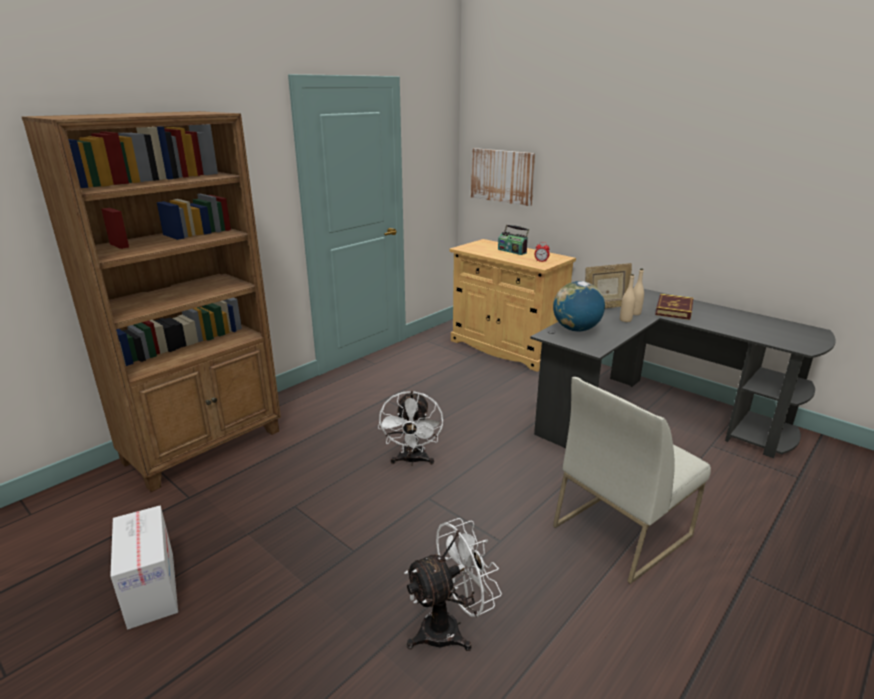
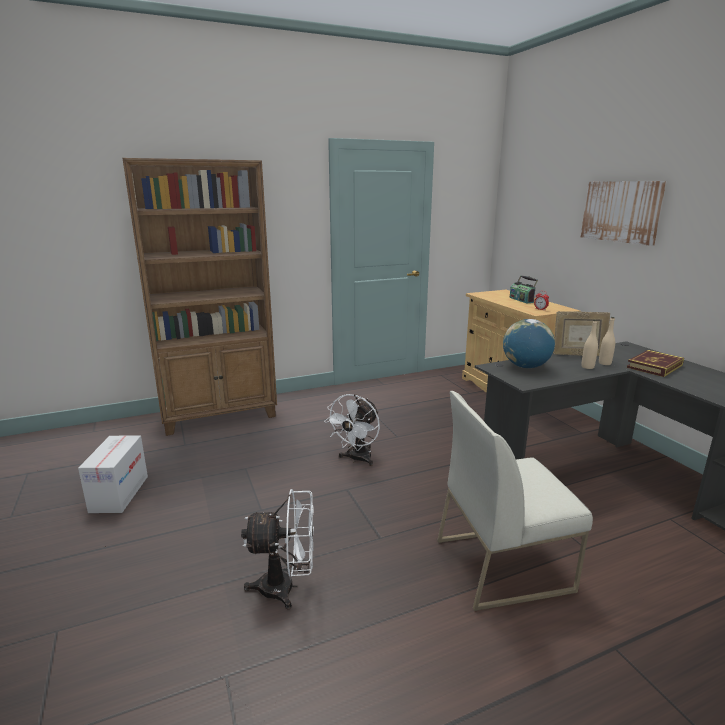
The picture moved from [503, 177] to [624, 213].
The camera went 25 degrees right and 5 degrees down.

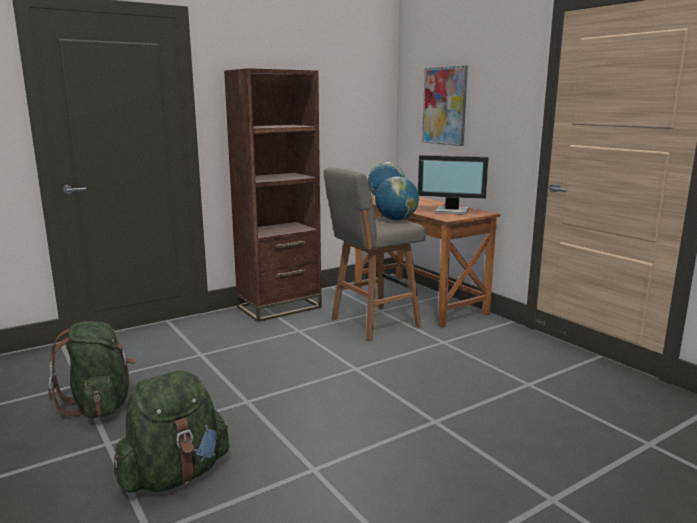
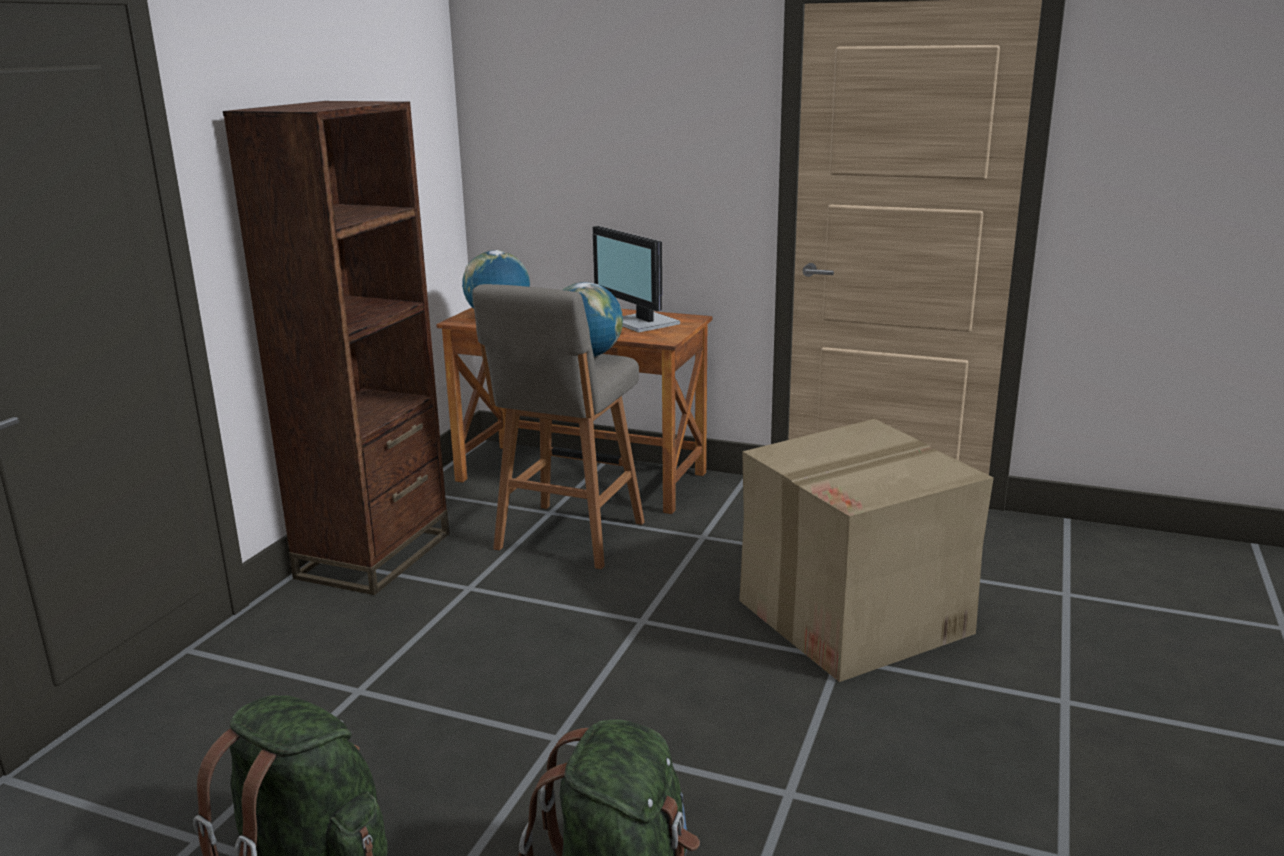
The monitor at [453, 185] turned 75 degrees clockwise.
The picture at [445, 106] disappeared.
The cardboard box at [866, 550] appeared.
The camera went 35 degrees left and 5 degrees up.

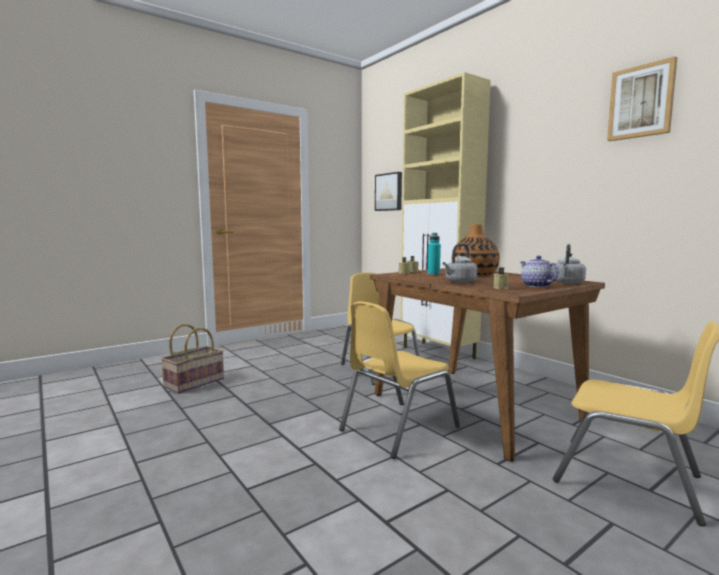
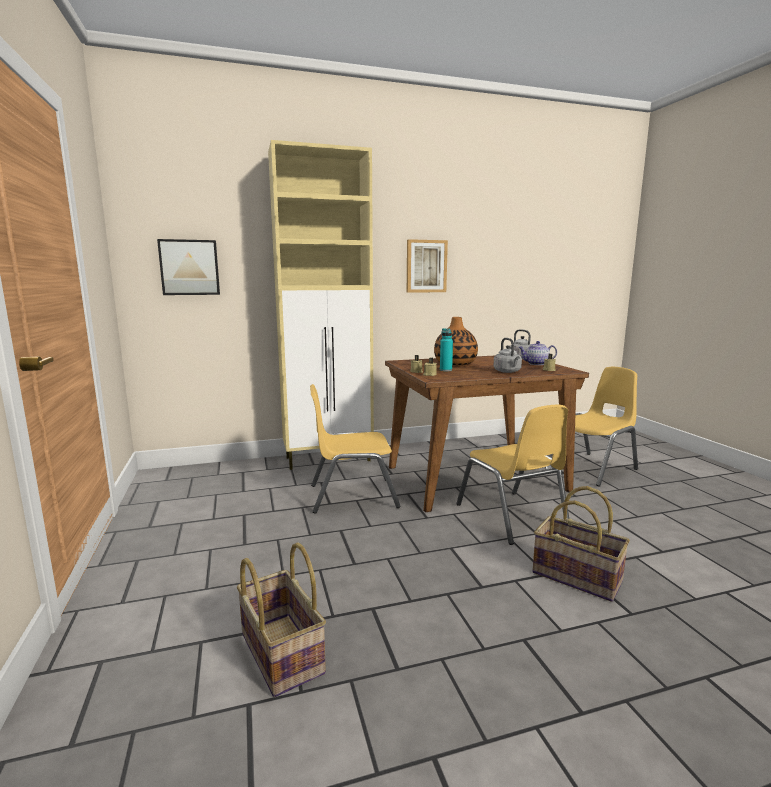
The picture moved from [642, 98] to [427, 266].
The basket at [581, 544] appeared.
The camera went 70 degrees left and 5 degrees up.

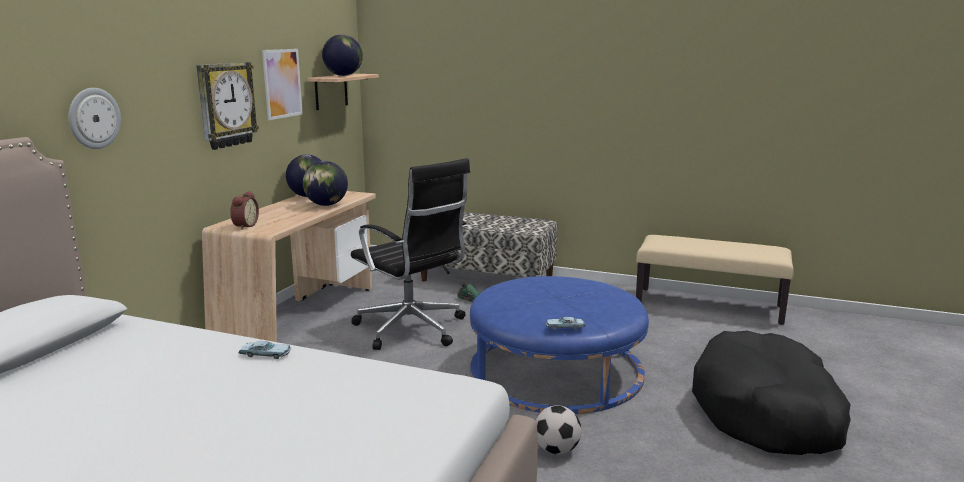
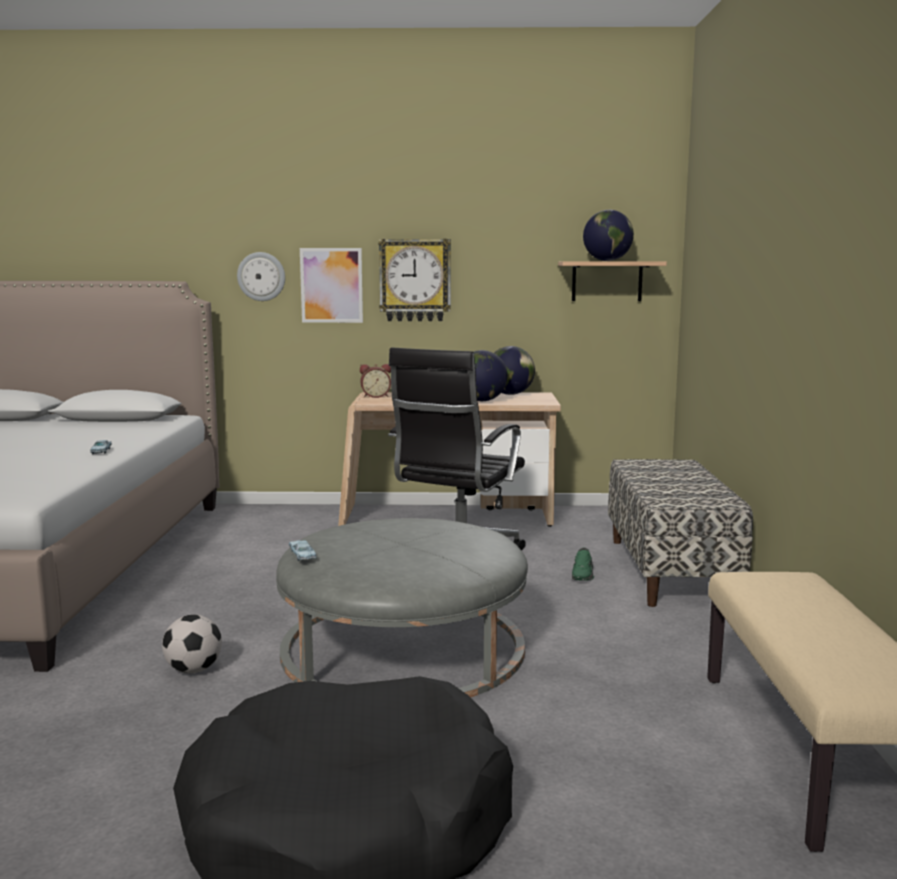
The picture moved from [282, 84] to [331, 285].
The ottoman in blue at [559, 345] became the ottoman in grey at [402, 607].
The camera went 70 degrees right and 5 degrees down.

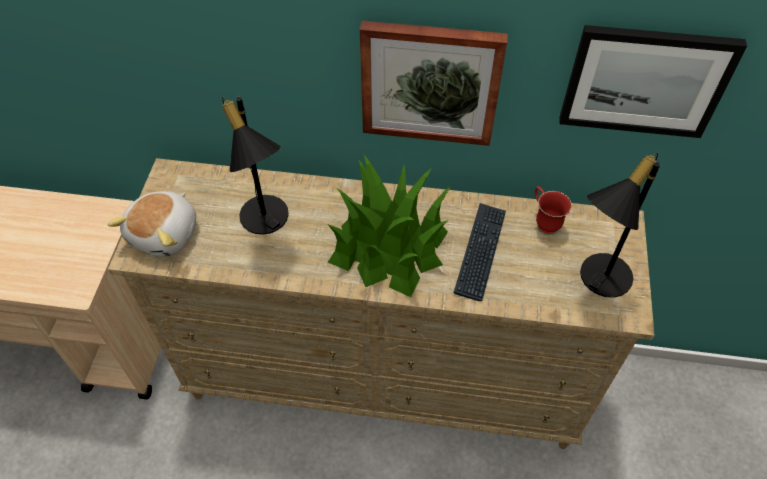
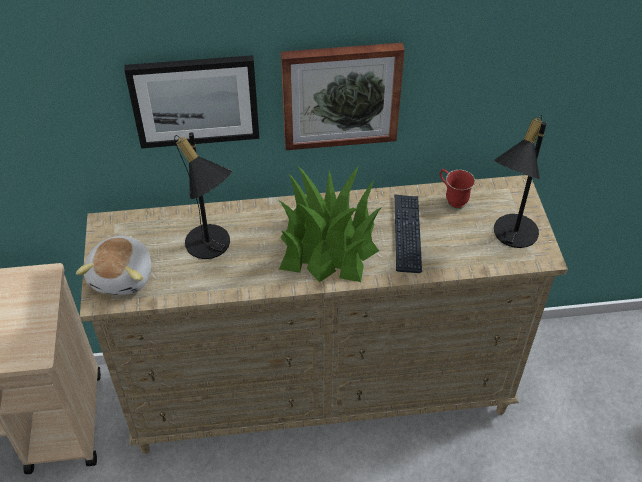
The picture moved from [653, 81] to [191, 102].
The camera went 15 degrees left and 5 degrees down.

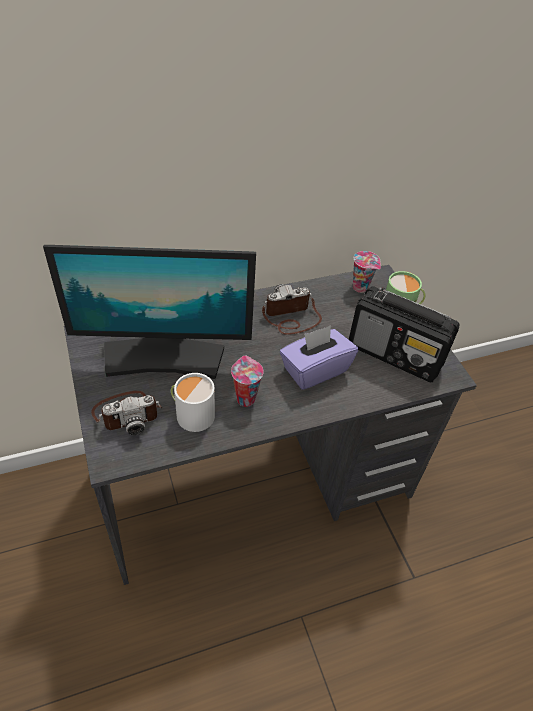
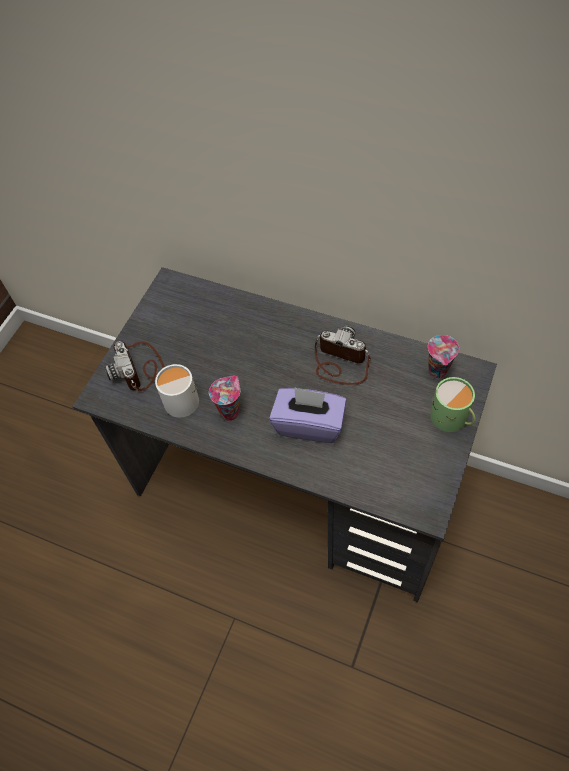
The monitor at [149, 312] disappeared.
The photo camera at [127, 413] turned 45 degrees clockwise.
The radio at [404, 334] disappeared.
The camera went 50 degrees right and 10 degrees up.

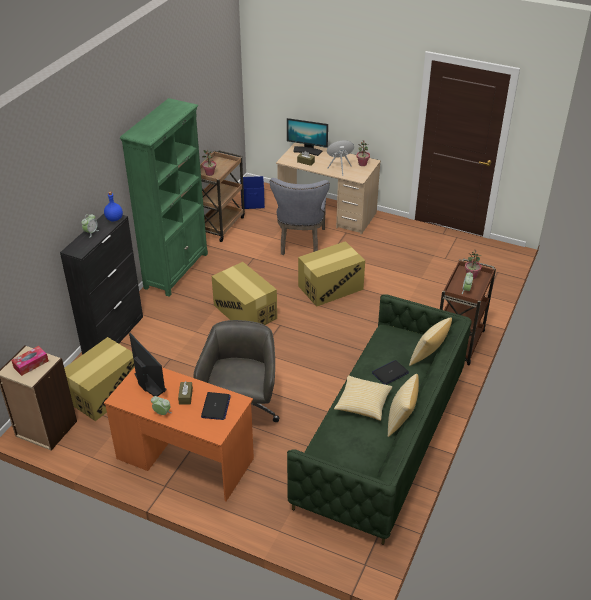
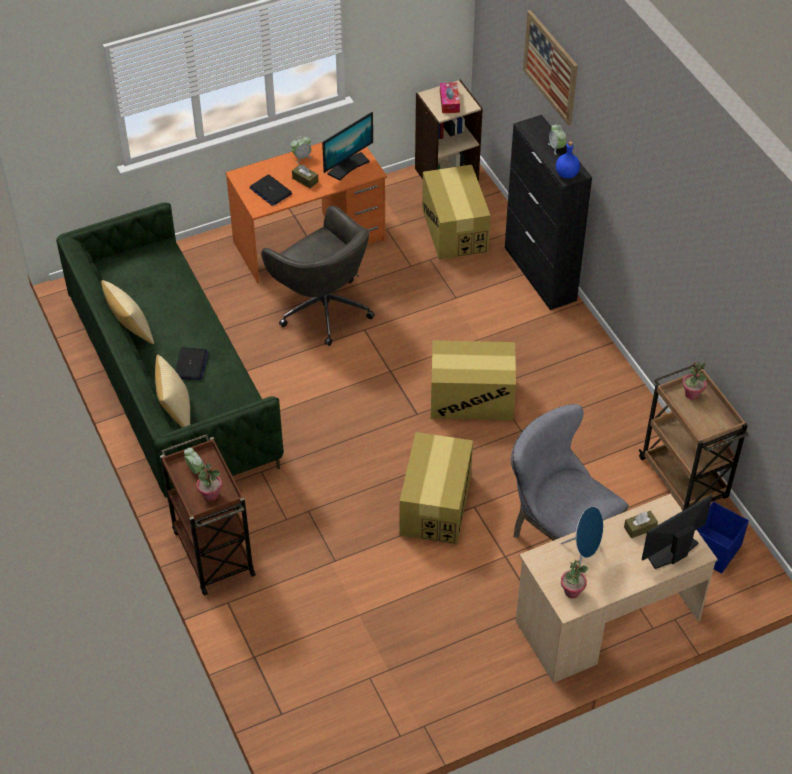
The bookcase in green at [164, 197] disappeared.
The monitor at [148, 365] turned 45 degrees counterclockwise.
The pillow at [363, 398] disappeared.
The picture at [550, 68] appeared.
The camera went 130 degrees right and 10 degrees up.

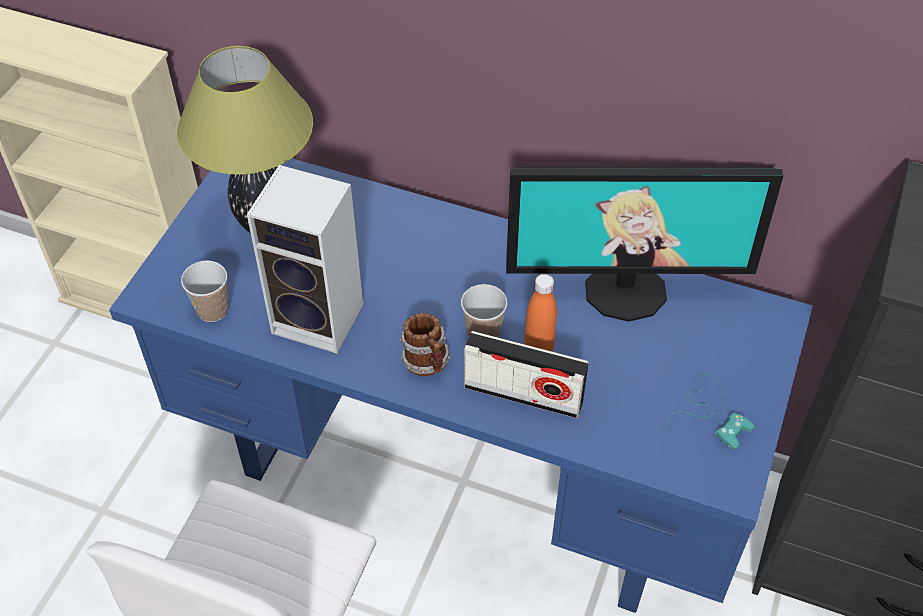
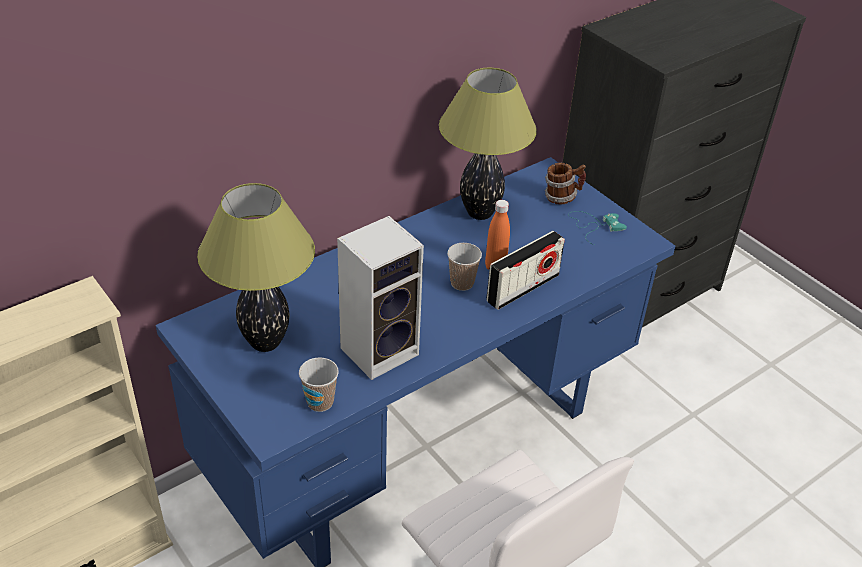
The mug moved from [425, 344] to [565, 184].
The monitor at [645, 244] was replaced by the table lamp at [488, 144].
The camera went 60 degrees left and 10 degrees down.

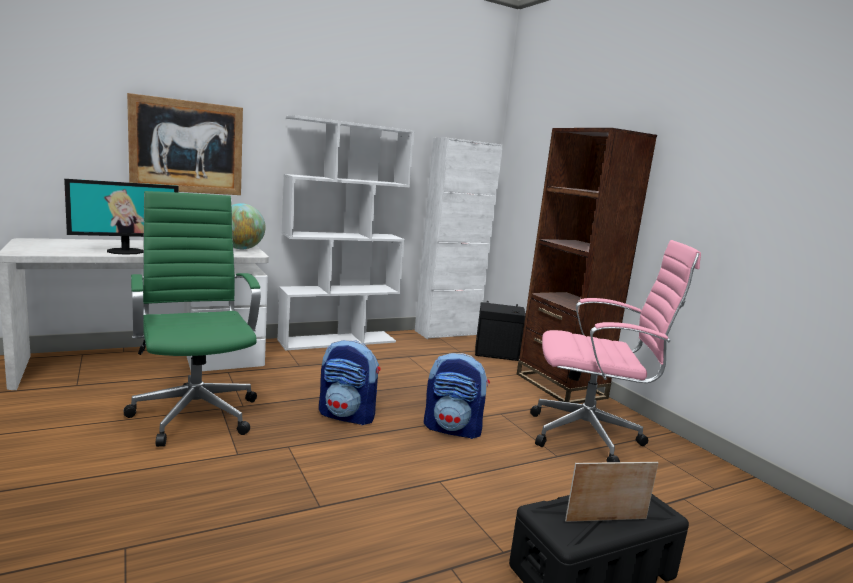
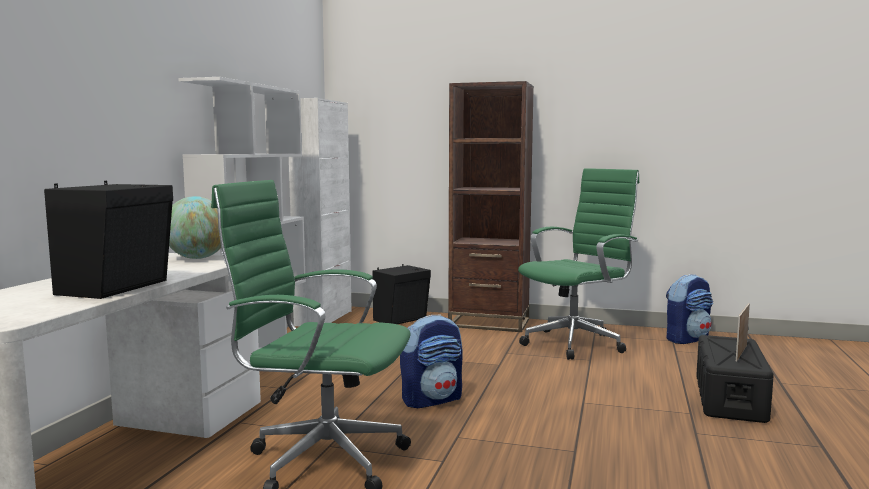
The monitor at [121, 217] was replaced by the speaker in black at [108, 240].
The picture at [185, 144] disappeared.
The backpack moved from [457, 396] to [689, 309].
The office chair in pink at [615, 351] became the office chair in green at [578, 264].
The camera went 45 degrees left and 5 degrees down.

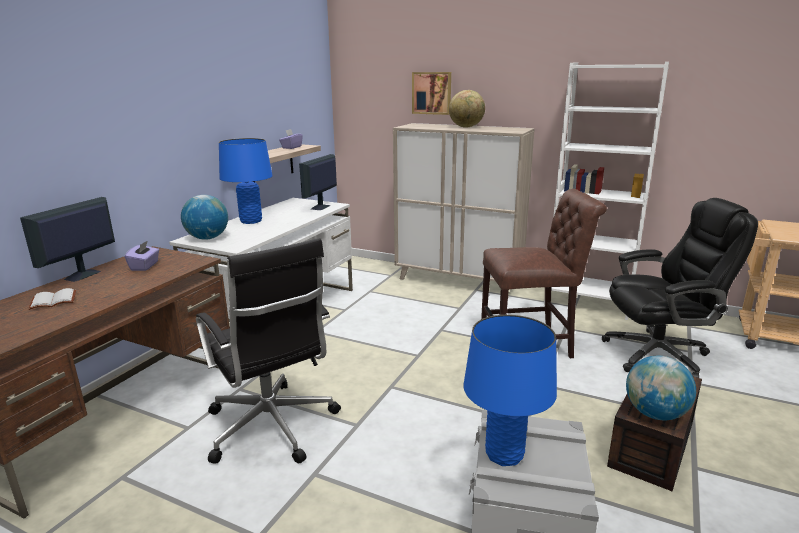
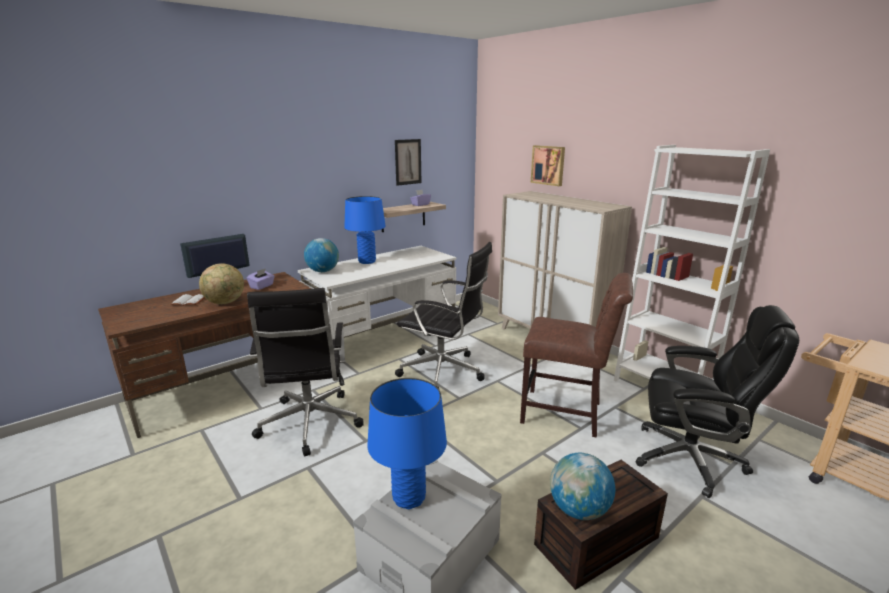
The monitor at [318, 182] disappeared.
The globe moved from [467, 108] to [221, 283].
The picture at [408, 162] appeared.
The office chair in black at [443, 315] appeared.
The camera went 25 degrees right and 0 degrees up.

